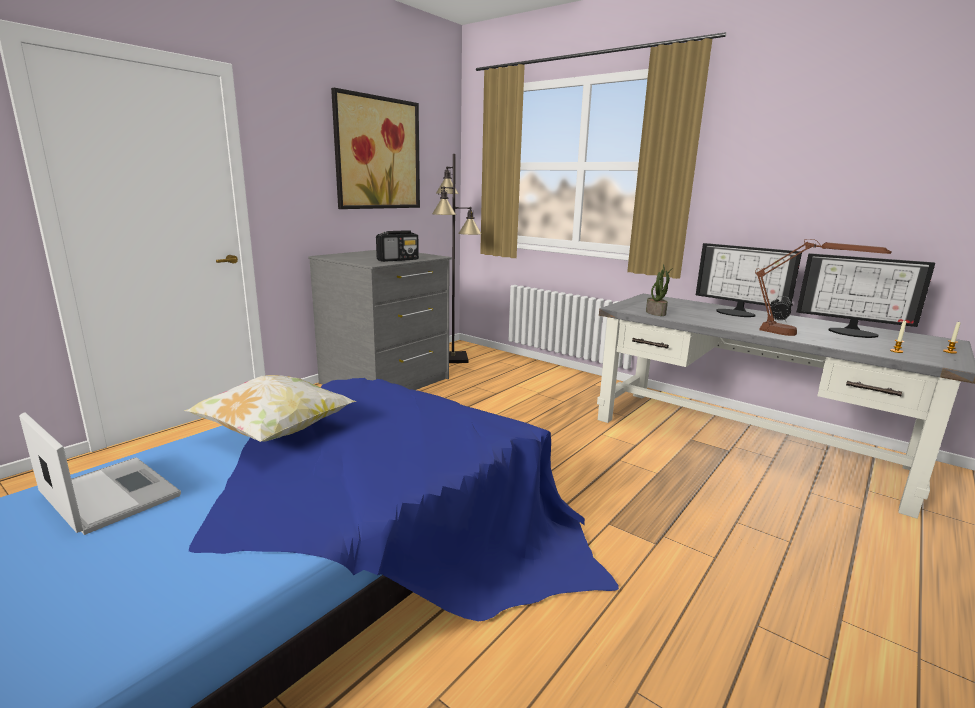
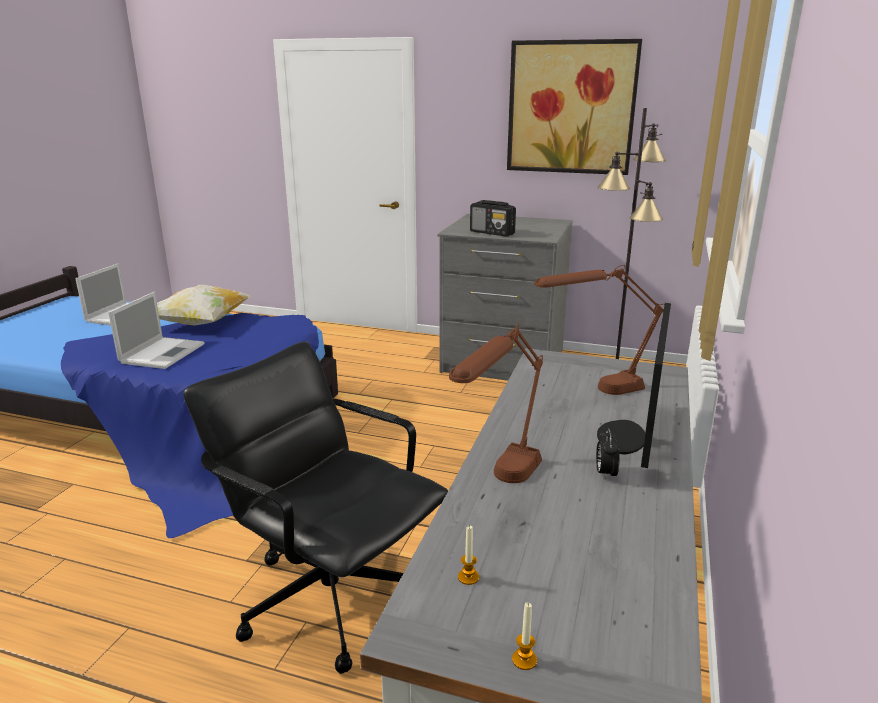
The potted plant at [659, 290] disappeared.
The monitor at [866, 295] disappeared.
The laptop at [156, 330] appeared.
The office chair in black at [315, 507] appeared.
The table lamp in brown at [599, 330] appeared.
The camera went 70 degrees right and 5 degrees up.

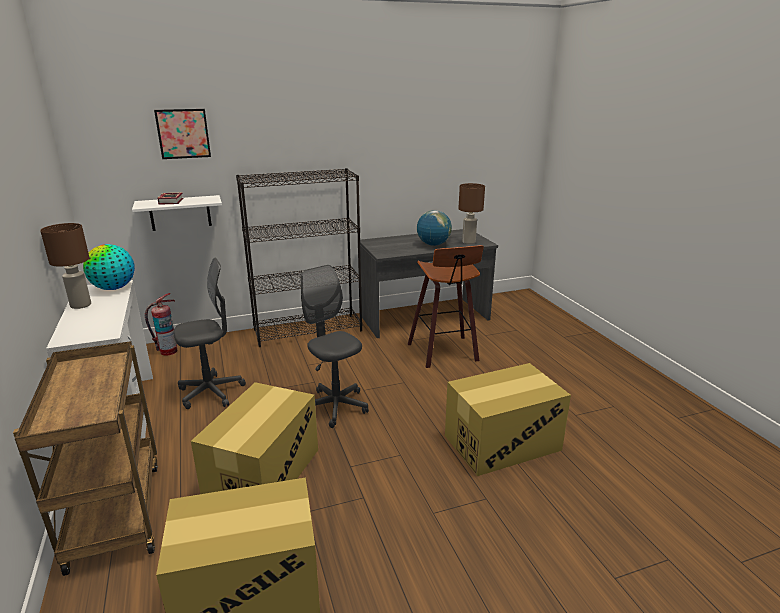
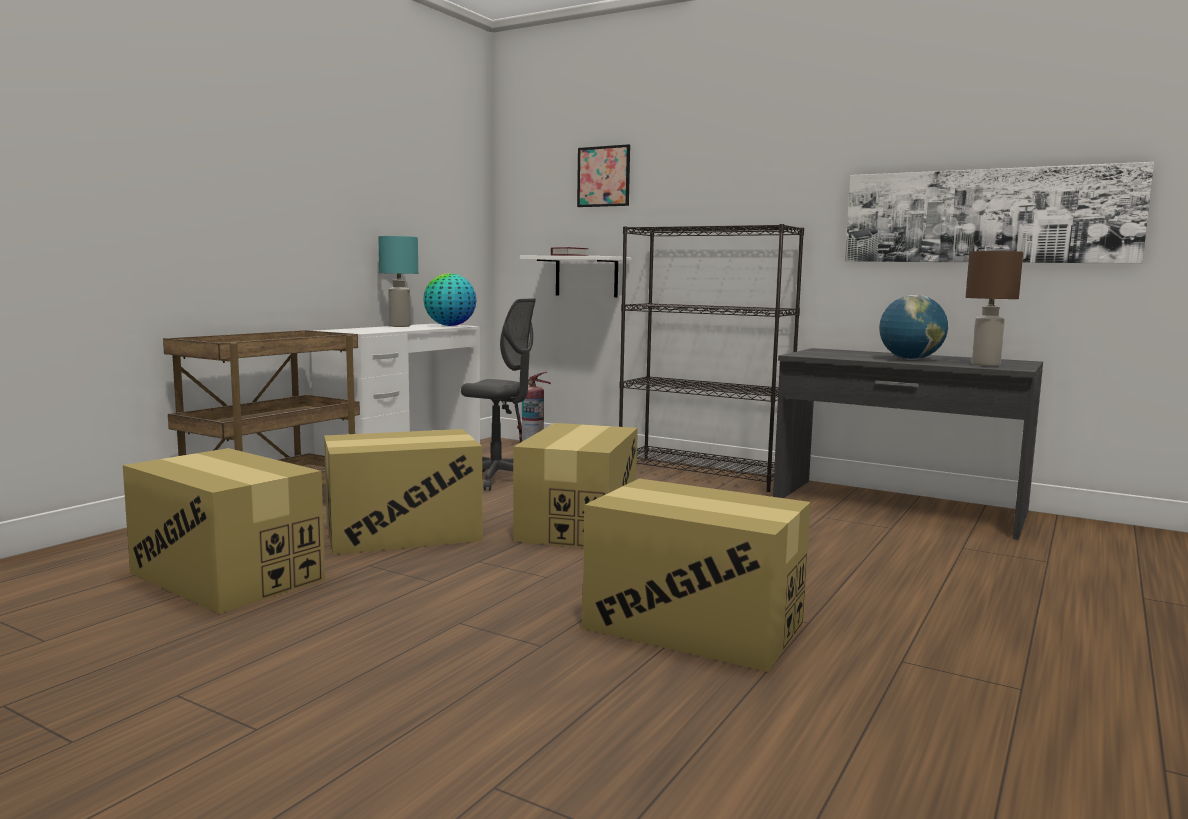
The table lamp in brown at [65, 266] became the table lamp in turquoise at [398, 281].
The office chair in grey at [335, 346] was replaced by the cardboard box at [575, 485].
The stool at [446, 306] disappeared.
The picture at [999, 213] appeared.
The camera went 50 degrees right and 15 degrees down.

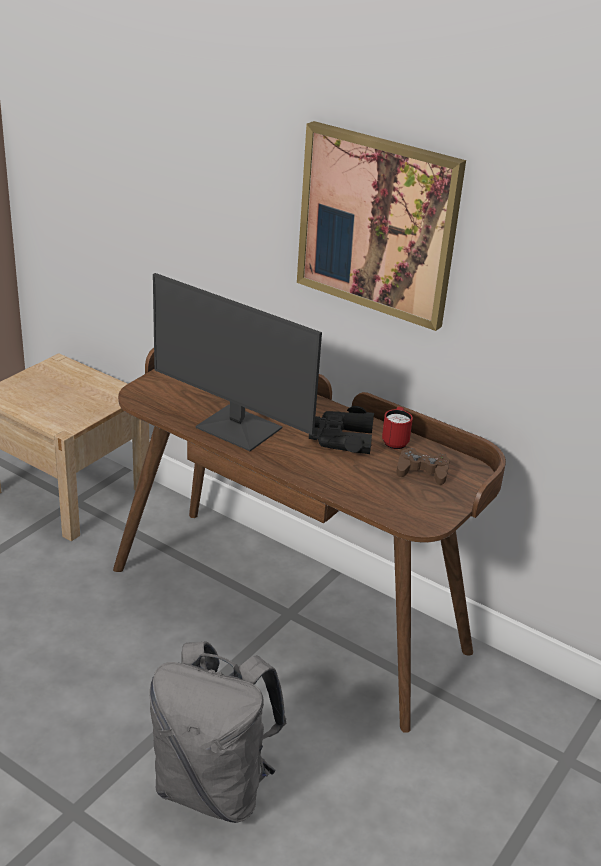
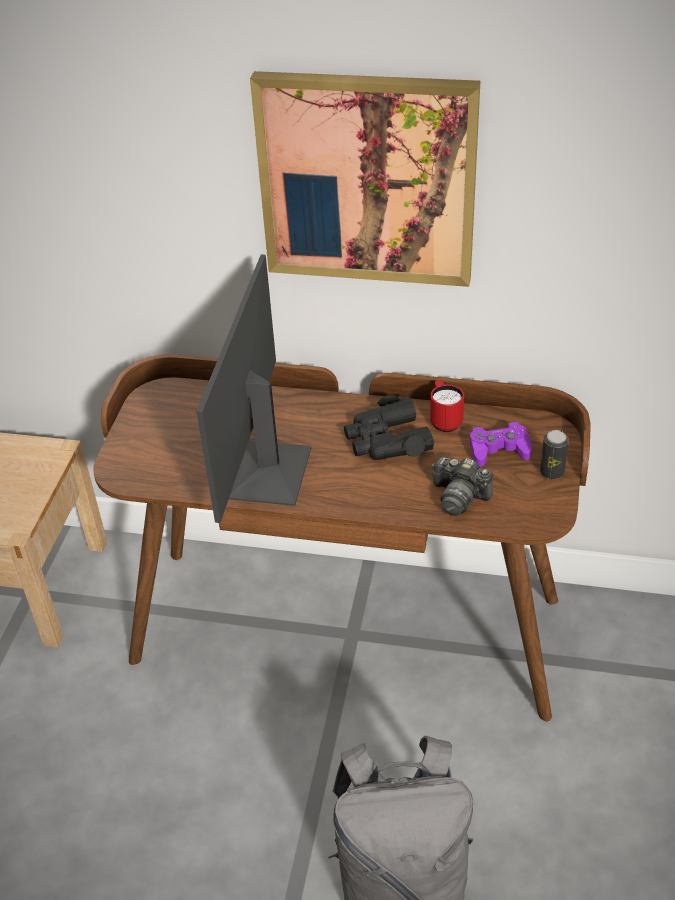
The monitor at [237, 362] turned 90 degrees clockwise.
The game controller in brown at [422, 466] became the game controller in purple at [501, 444].
The photo camera at [462, 486] appeared.
The can at [554, 454] appeared.
The camera went 20 degrees left and 10 degrees up.

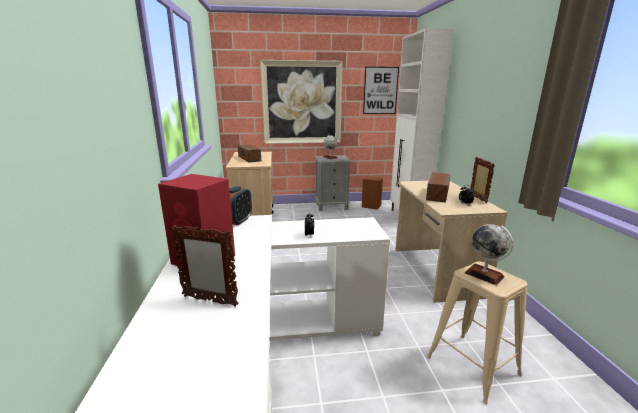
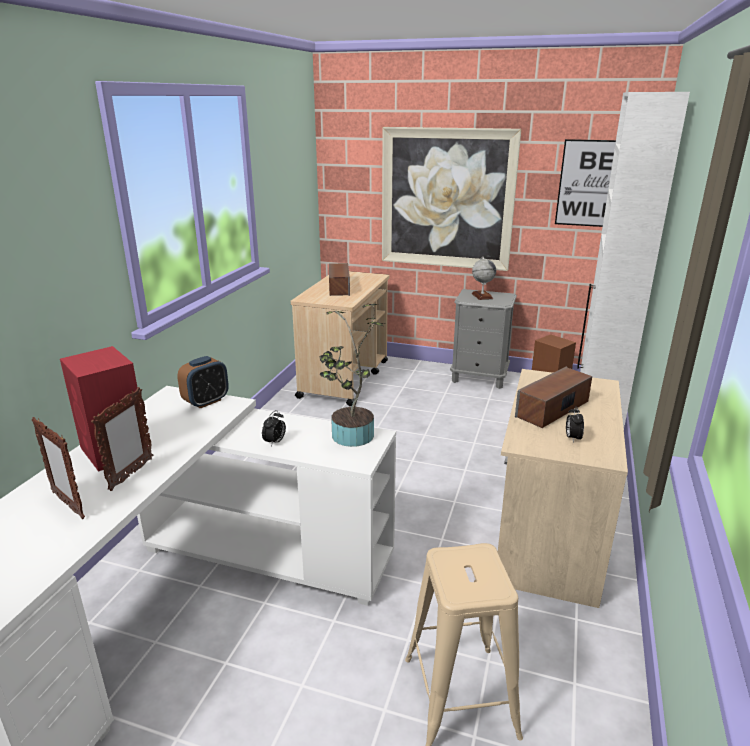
The globe at [488, 254] disappeared.
The picture frame moved from [483, 180] to [122, 439].
The potted plant at [351, 375] appeared.
The camera went 25 degrees right and 5 degrees up.

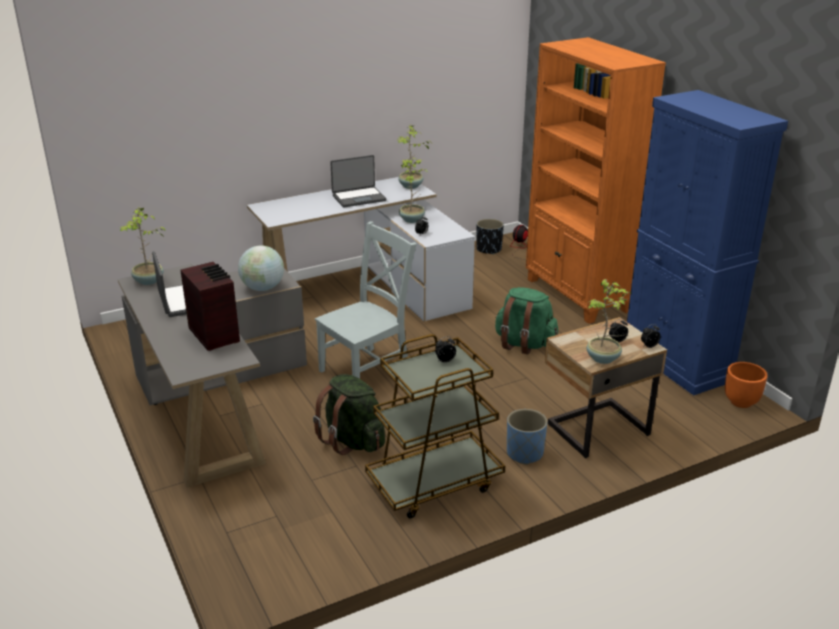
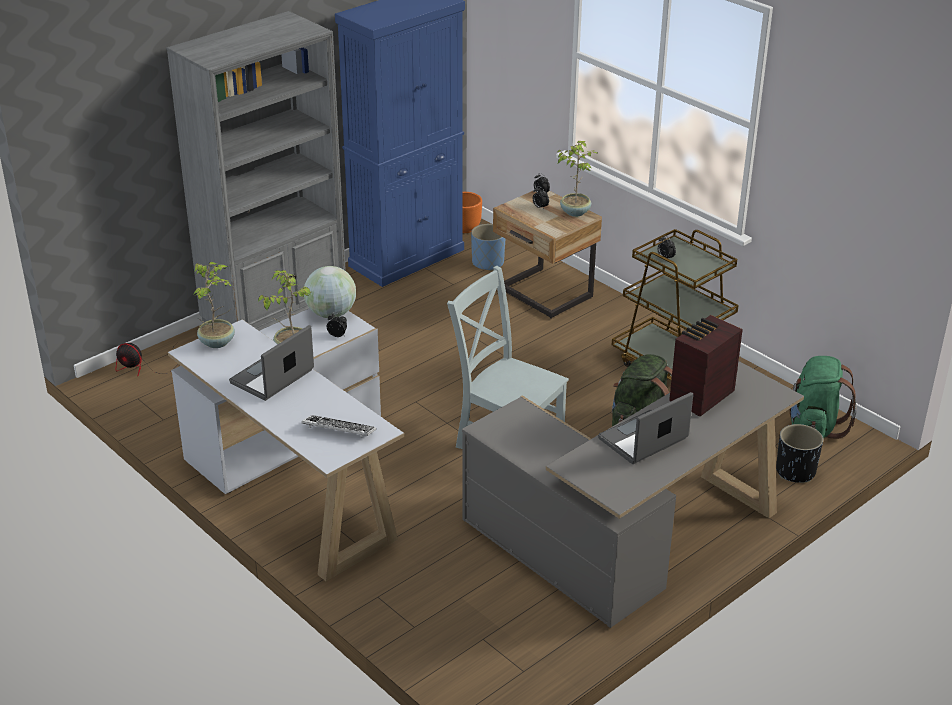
The potted plant at [142, 245] disappeared.
The globe moved from [261, 268] to [330, 292].
The laptop at [358, 181] turned 105 degrees counterclockwise.
The planter in black moved from [490, 237] to [799, 453].
The backpack in green moved from [526, 320] to [823, 397].
The planter in blue moved from [527, 437] to [488, 247].
The bookcase in orange at [596, 180] became the bookcase in grey at [256, 171].
The keyboard at [339, 426] appeared.
The camera went 105 degrees left and 5 degrees up.

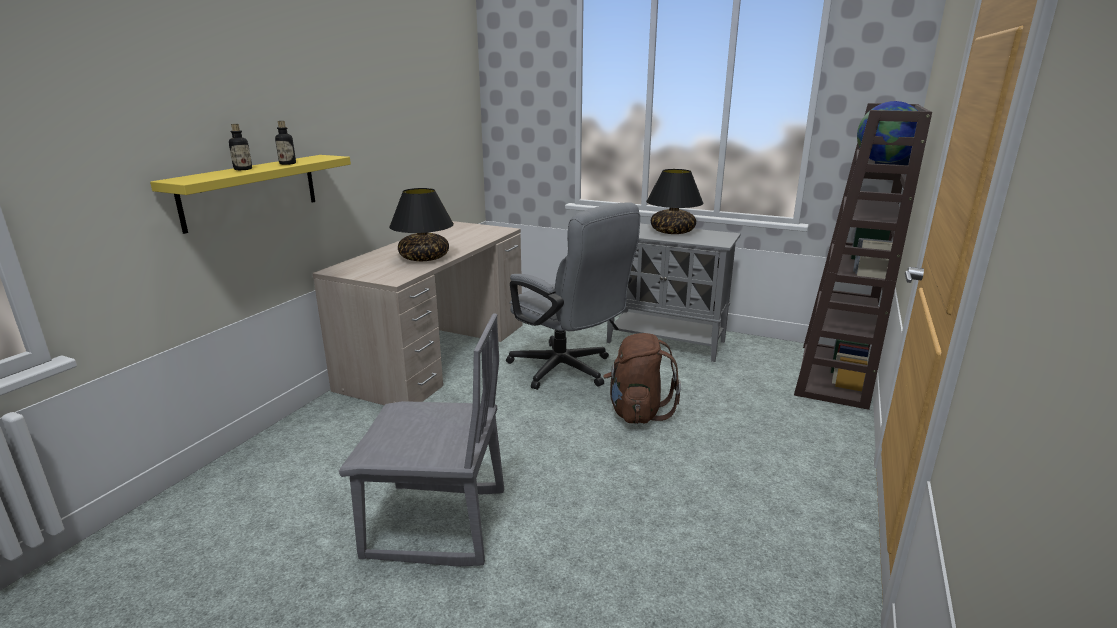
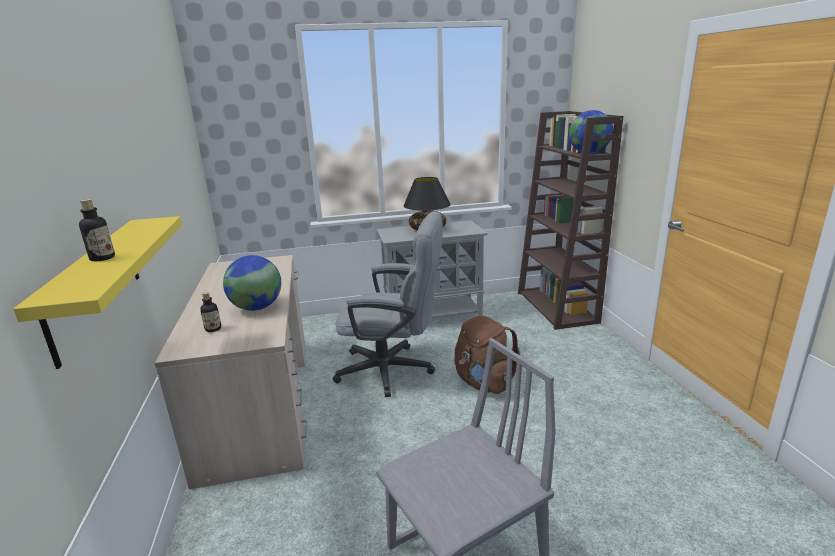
The bottle moved from [285, 143] to [210, 312].
The table lamp in black at [421, 224] was replaced by the globe at [252, 283].
The camera went 35 degrees left and 0 degrees up.

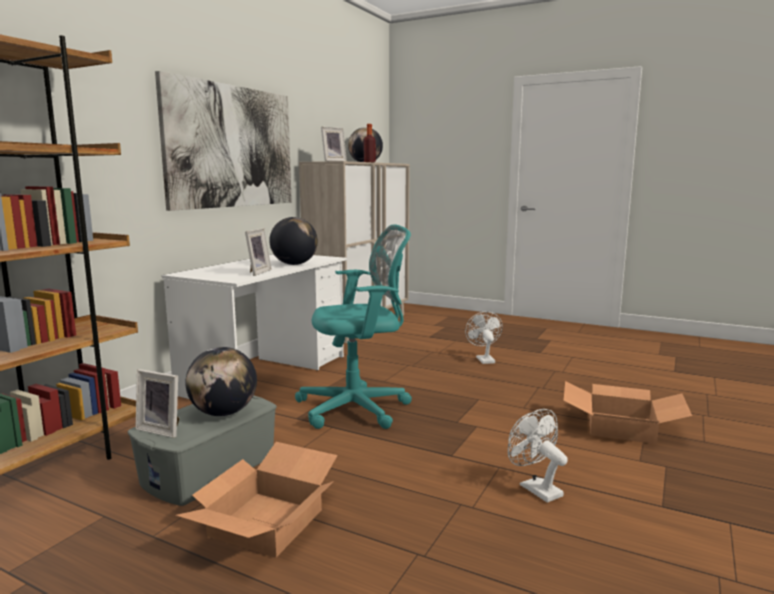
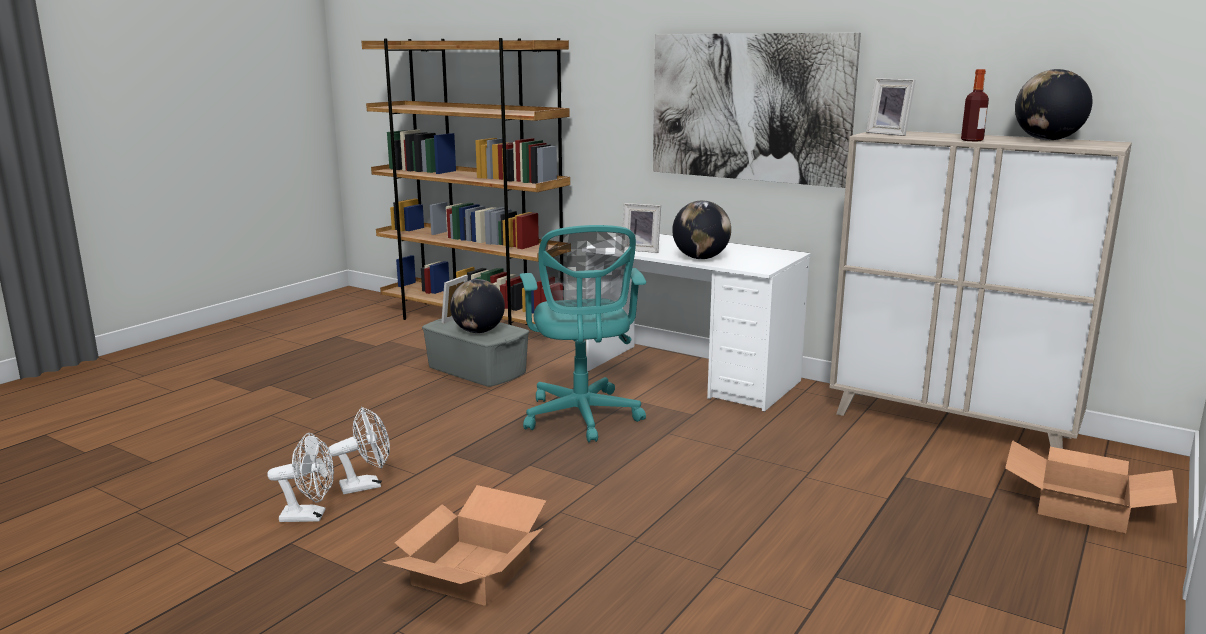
The cardboard box moved from [257, 500] to [1091, 486].
The fan in white moved from [484, 338] to [300, 477].
The camera went 95 degrees right and 5 degrees up.

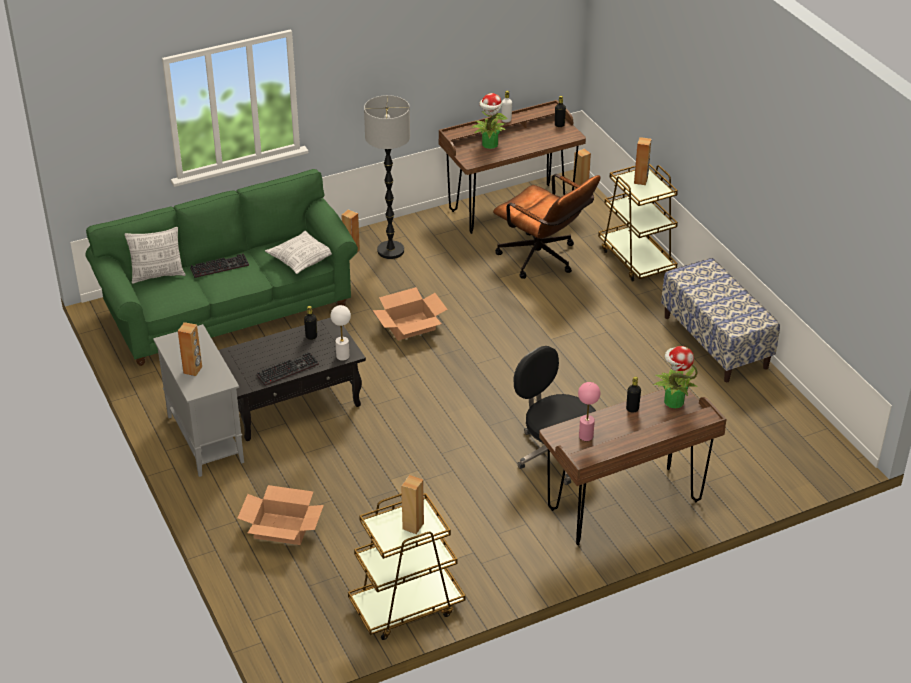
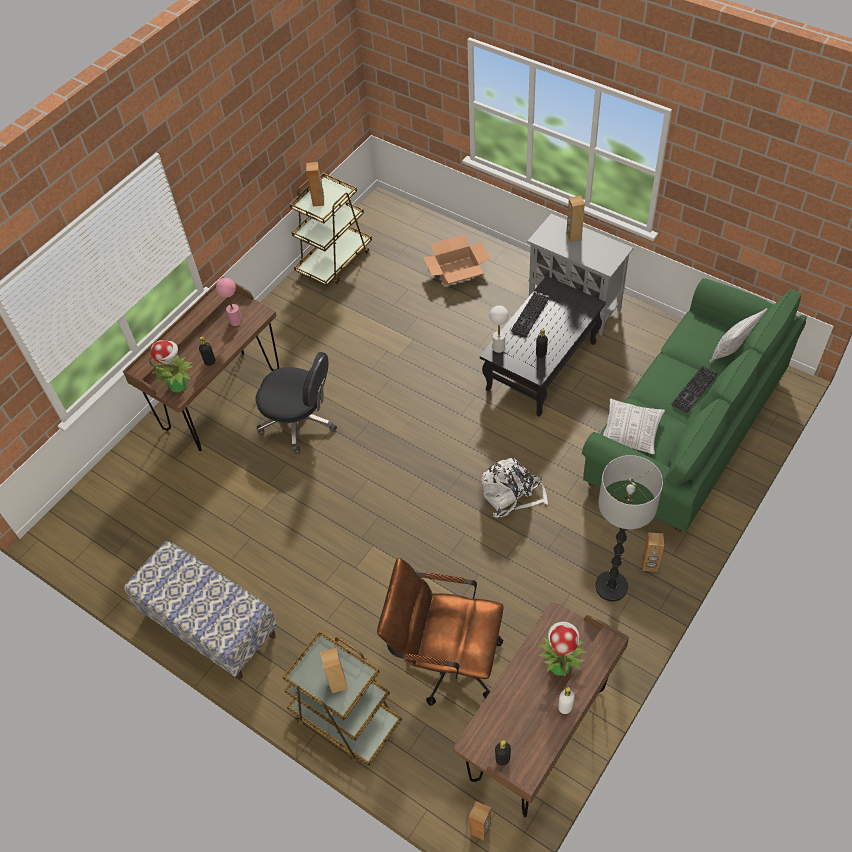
The cardboard box at [410, 314] was replaced by the backpack in white at [514, 487].
The camera went 155 degrees right and 15 degrees up.

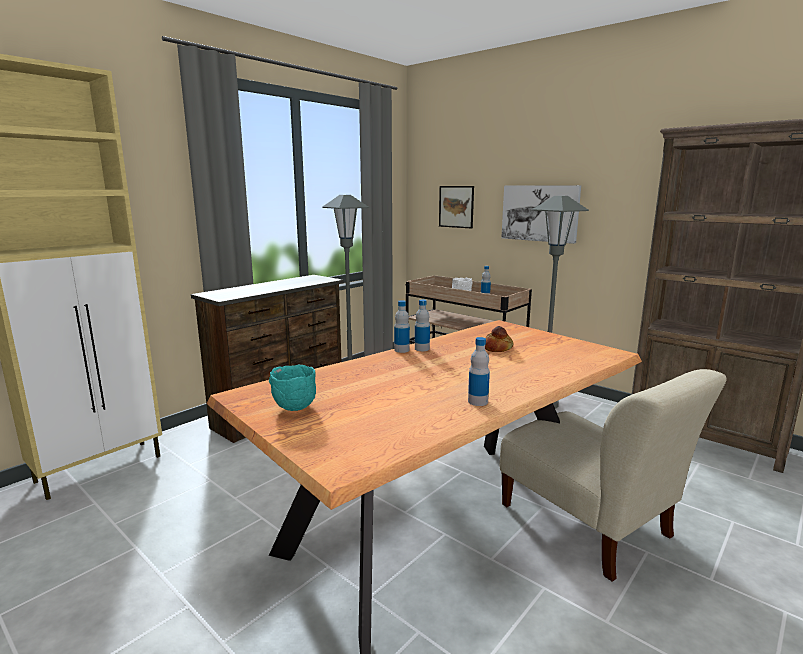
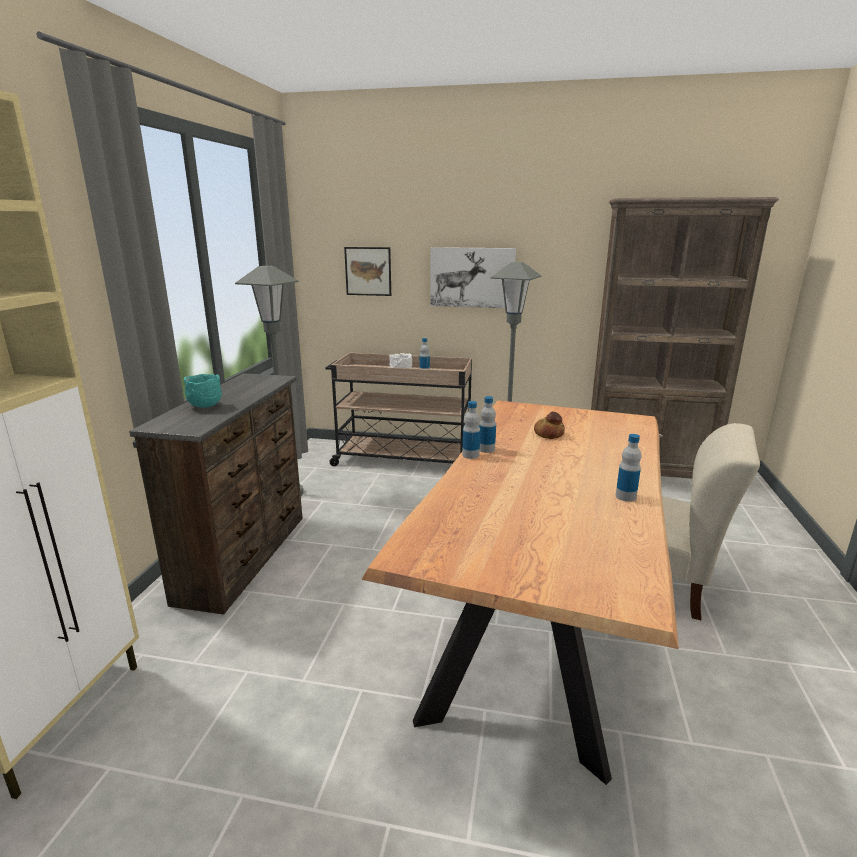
The bowl in turquoise moved from [292, 388] to [203, 391].
The camera went 30 degrees left and 5 degrees up.

